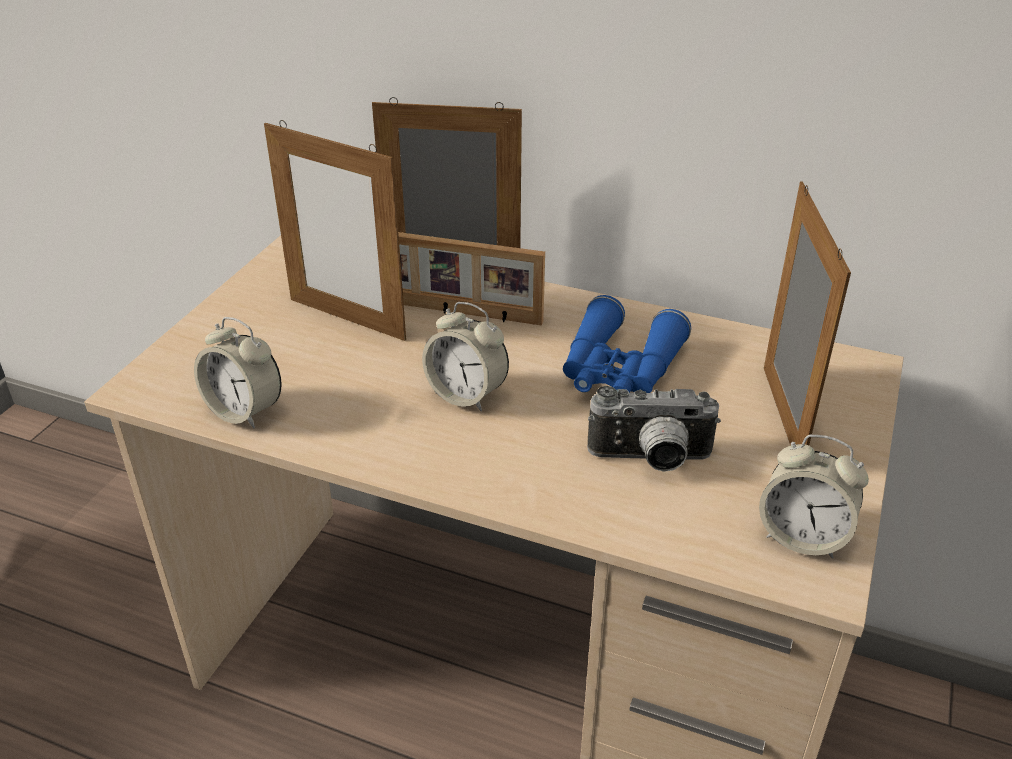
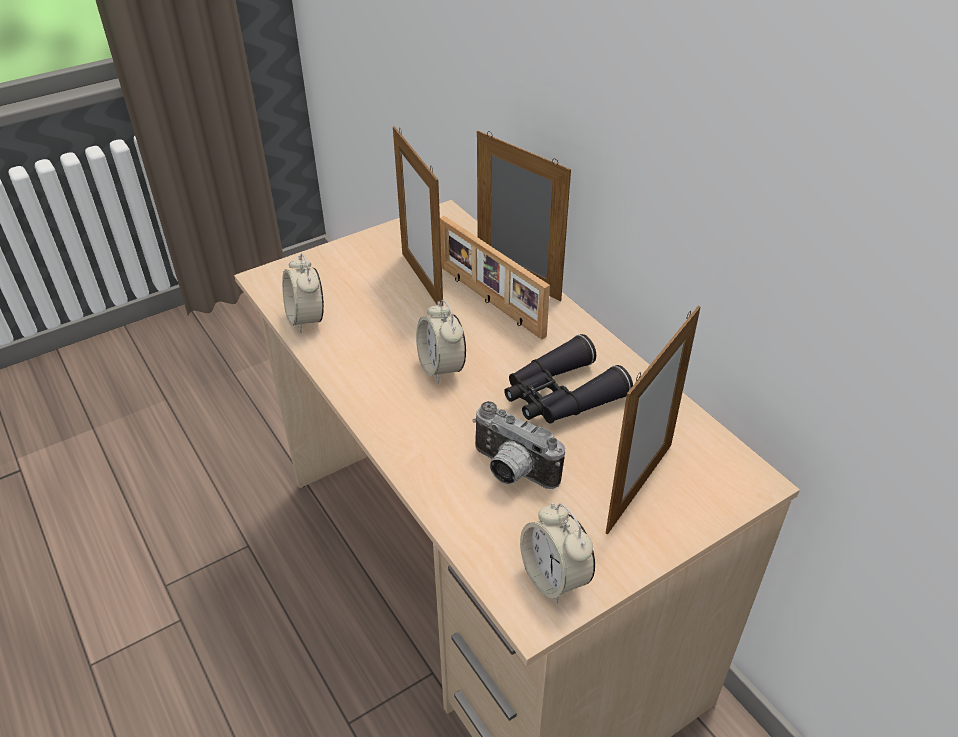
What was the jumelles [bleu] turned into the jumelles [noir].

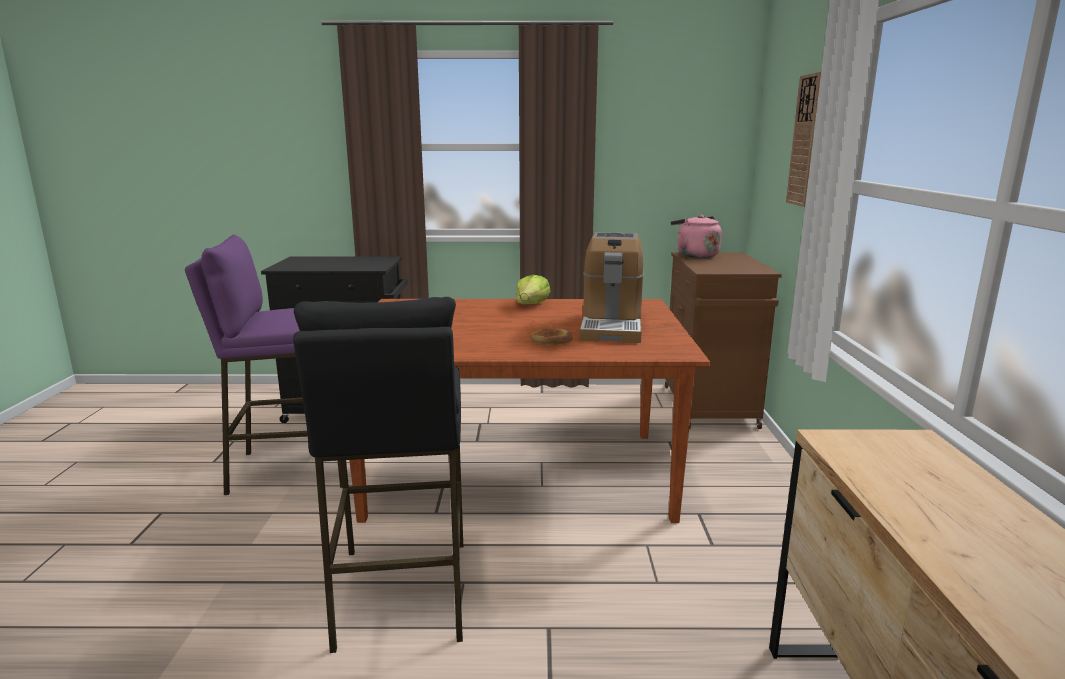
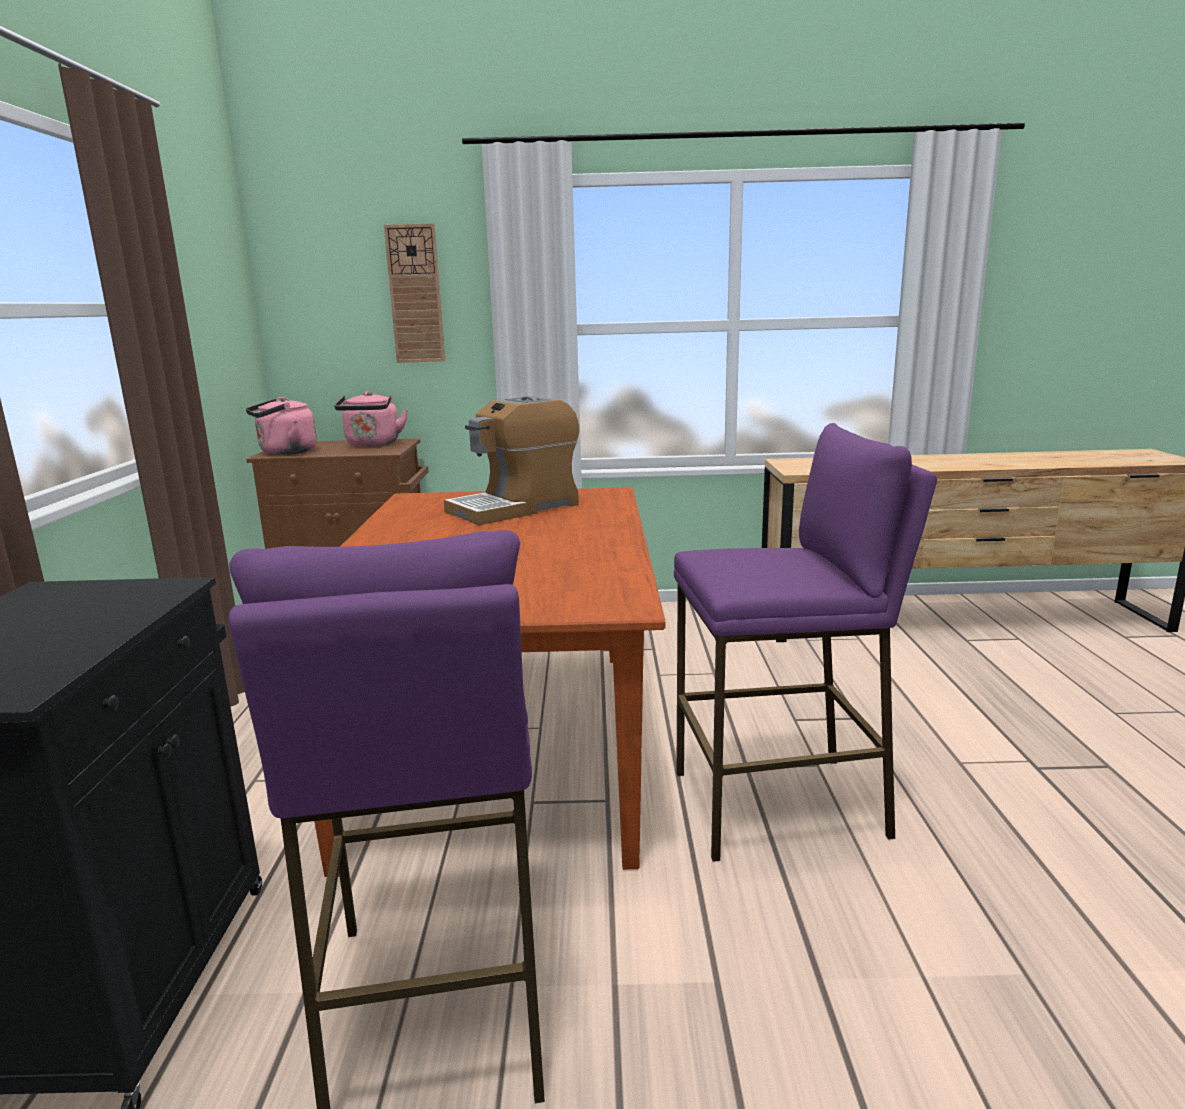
The machine à café ended up facing another way, 135 degrees clockwise from before.
The second view lost the laitue.
What was the tabouret [noir] turned into the tabouret [violet] (no. 2 from left).
The second view lost the pain.
The second view gained the bouilloire [rose] (no. 2 from left).

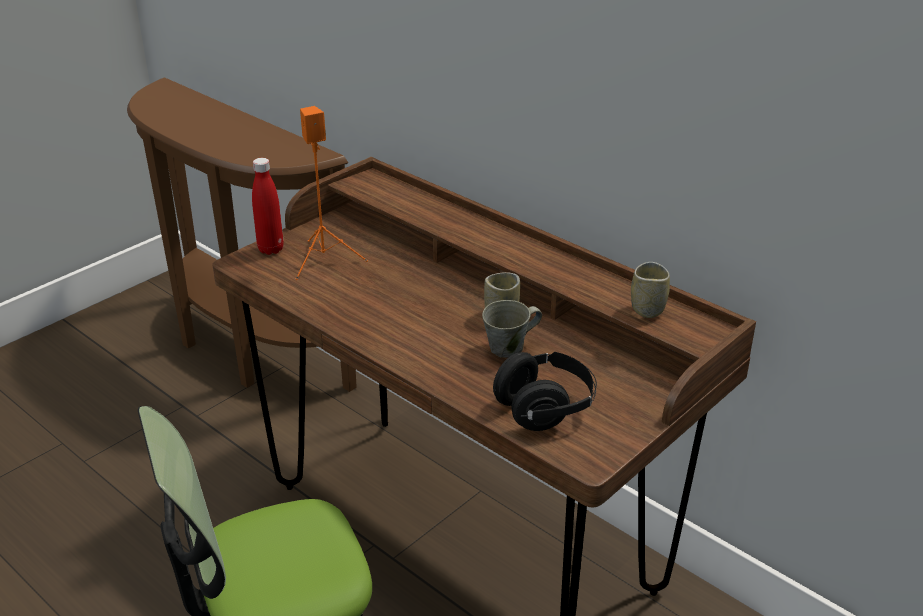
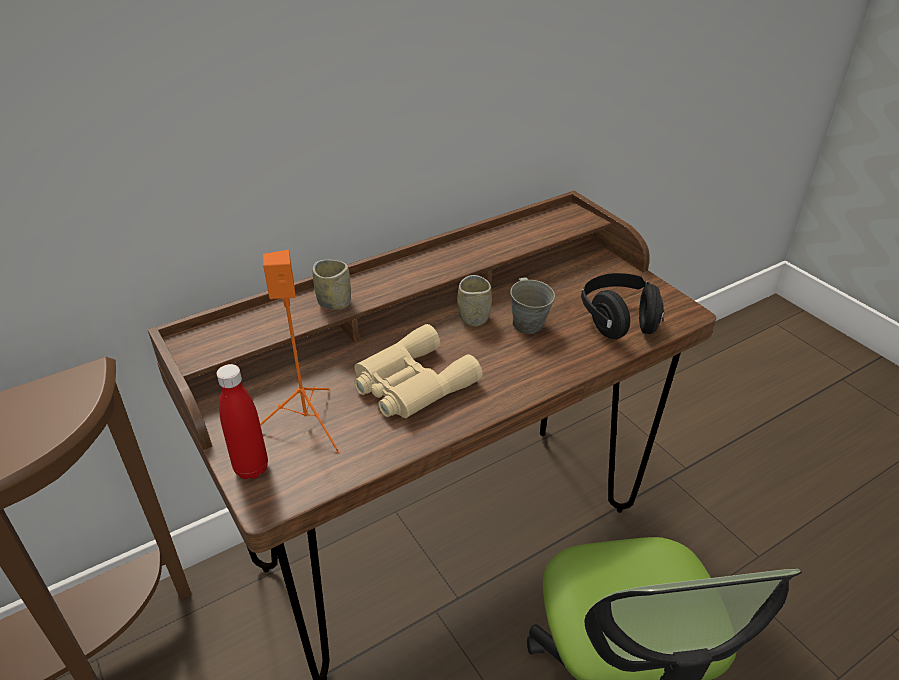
The tasse (no. 2 from left in the first image) ended up elsewhere.
The second view gained the jumelles [beige].

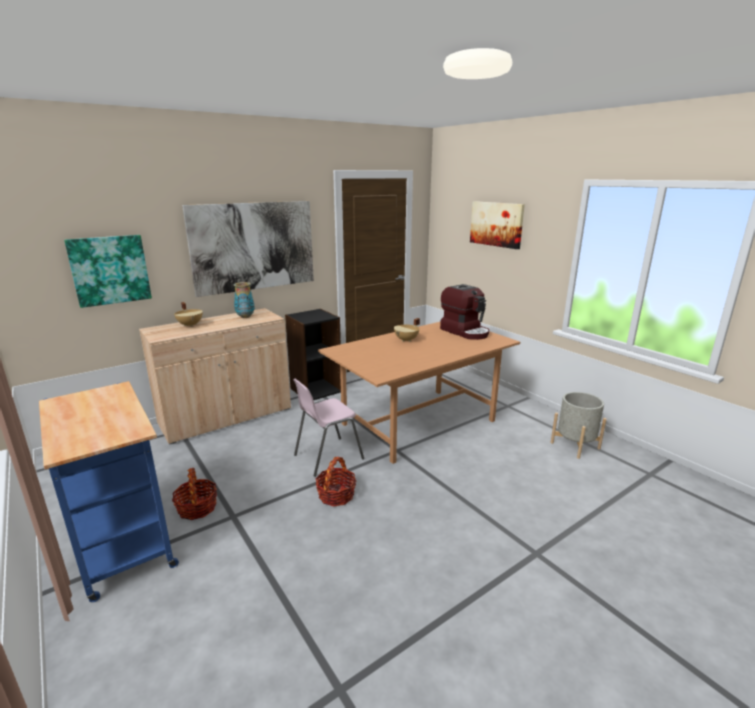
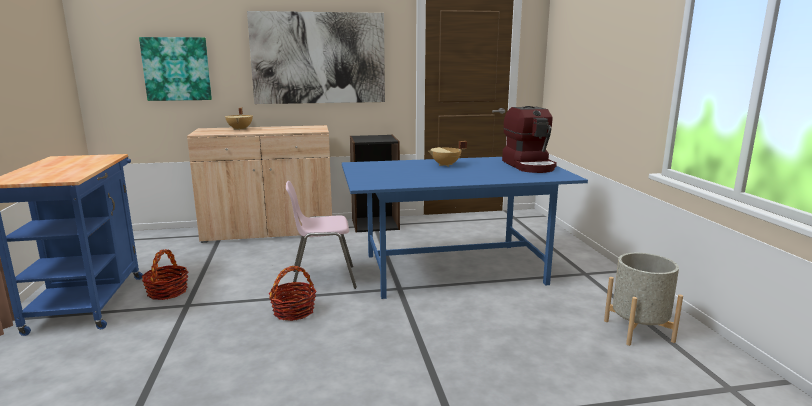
The second view lost the tableau (no. 3 from left).
The second view lost the vase.
What was the table à manger [marron] turned into the table à manger [bleu].

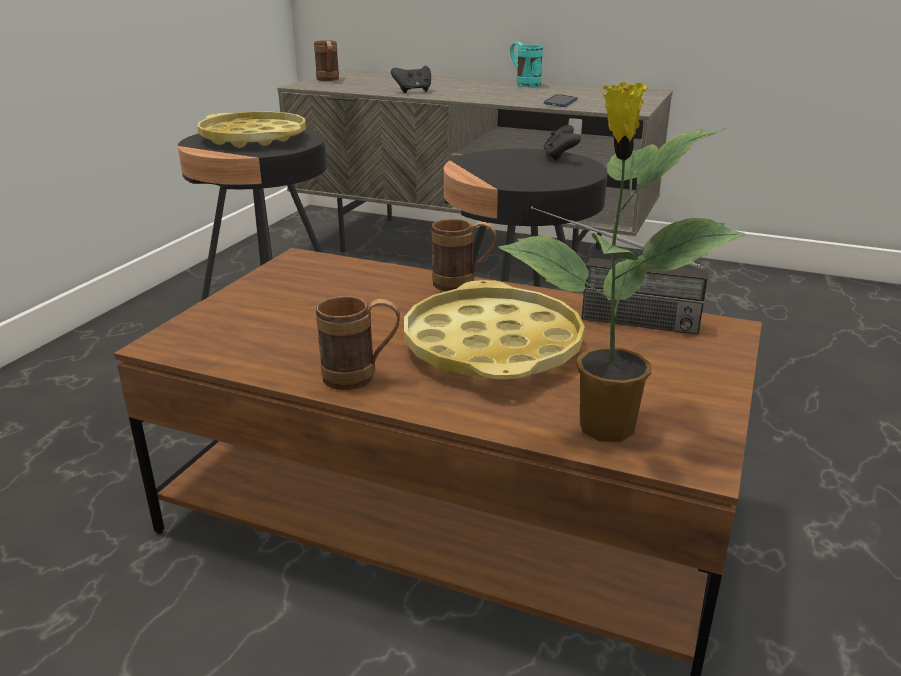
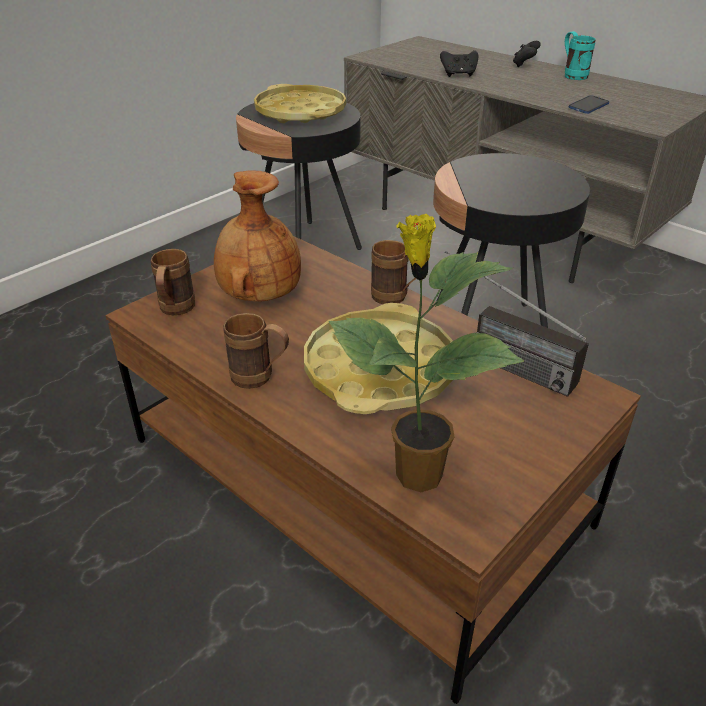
The mug [marron] (no. 1 from left) ended up elsewhere.
The manette [noir] (no. 2 from left) ended up elsewhere.
The second view gained the vase [marron].

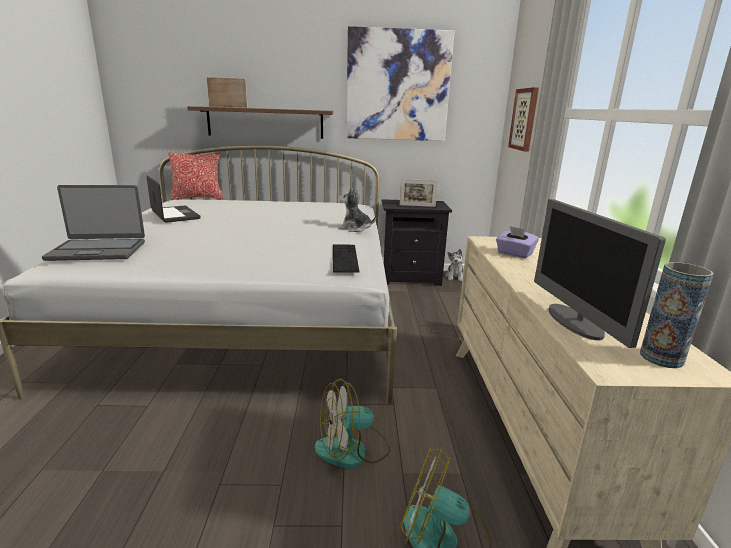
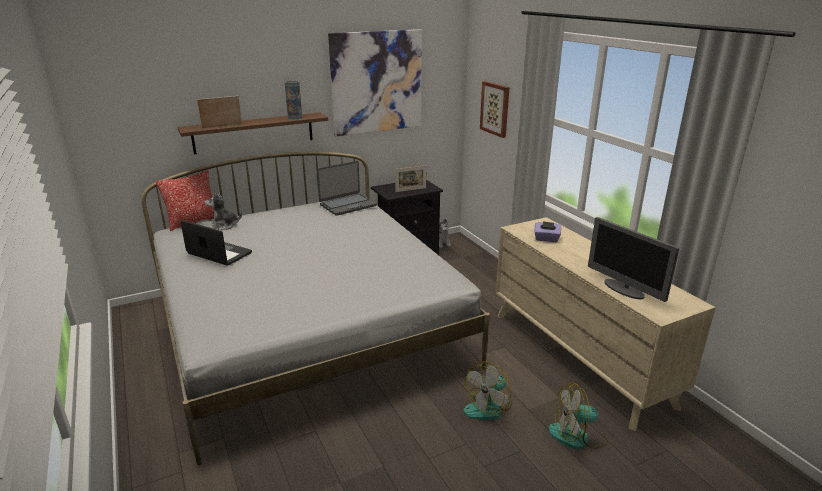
The ordinateur portable (no. 1 from left in the first image) ended up elsewhere.
The peluche (no. 1 from left) ended up elsewhere.
The second view lost the clavier.
The vase ended up elsewhere.

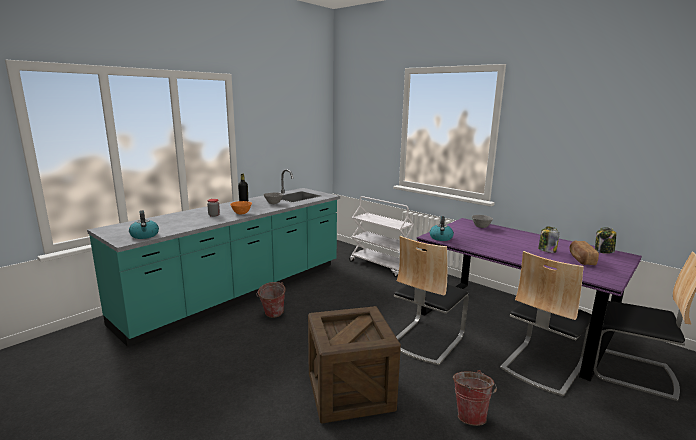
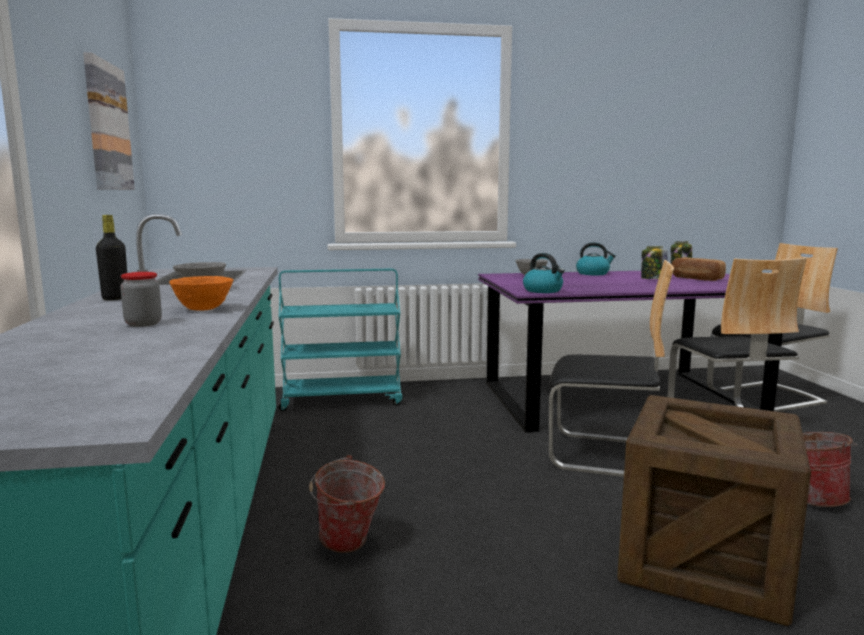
What was the chariot [blanc] turned into the chariot [turquoise].
The bouilloire (no. 1 from left in the first image) ended up elsewhere.
The chaise (no. 1 from left) ended up facing another way, 60 degrees counterclockwise from before.
The second view gained the tableau.

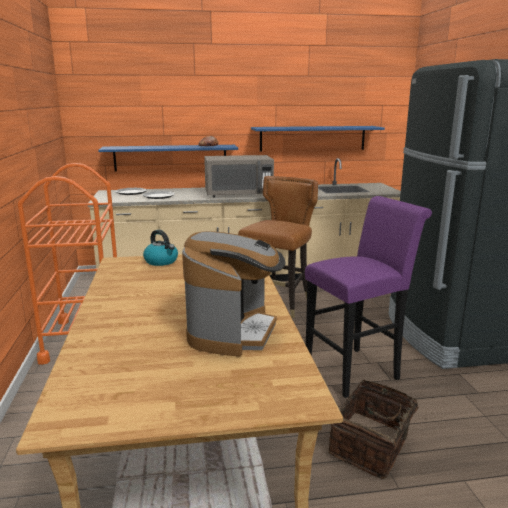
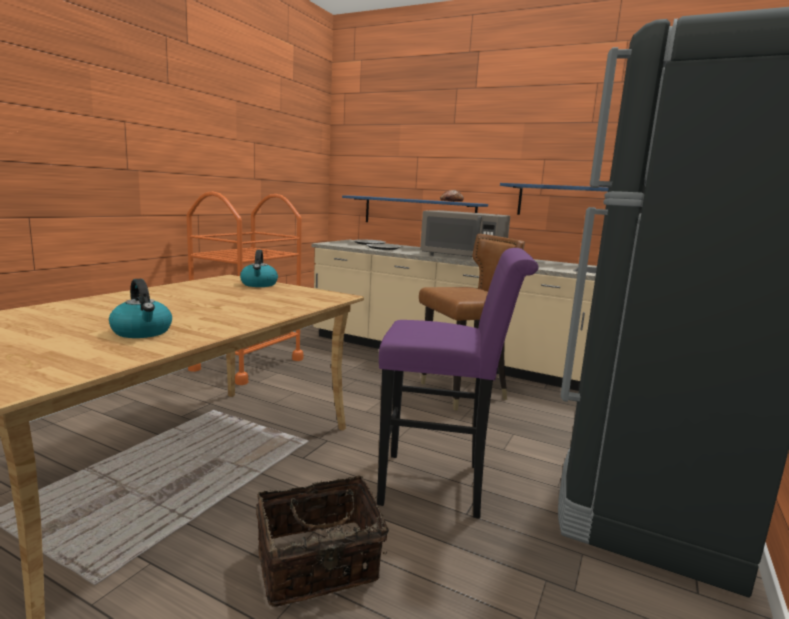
Where the machine à café stood, the bouilloire (no. 1 from left) came to stand.

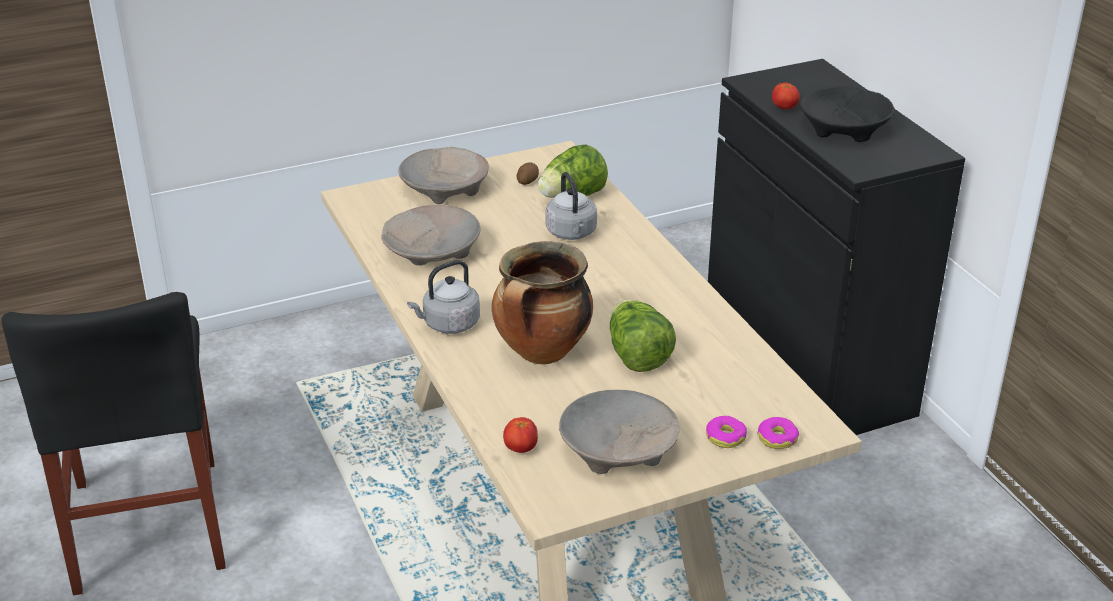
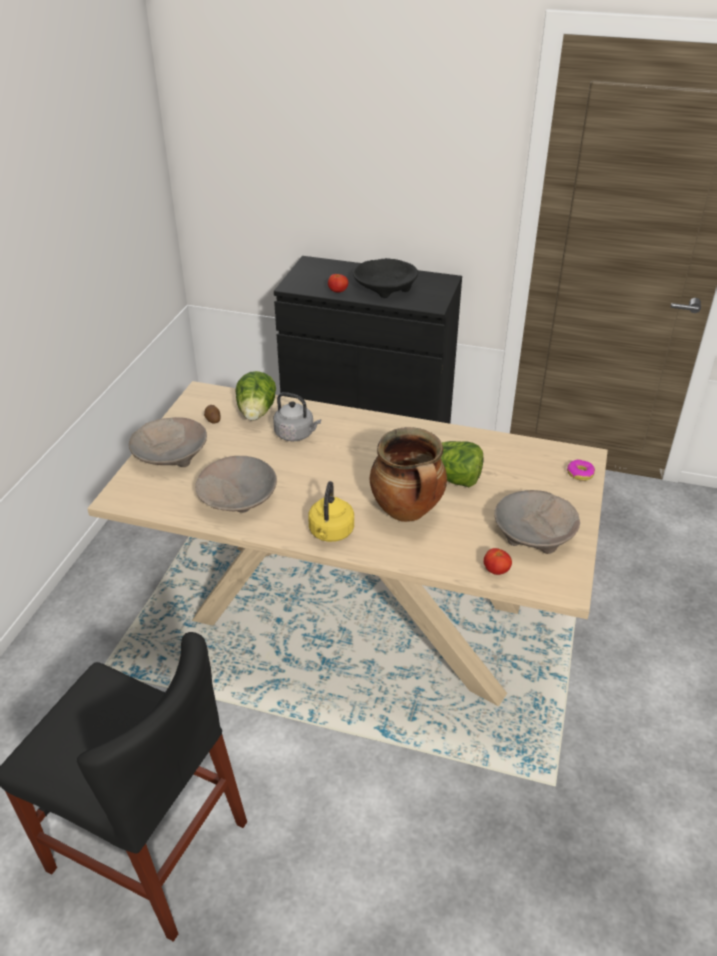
What was the bouilloire [gris] (no. 1 from left) turned into the bouilloire [jaune].
The second view lost the beignet (no. 1 from left).

